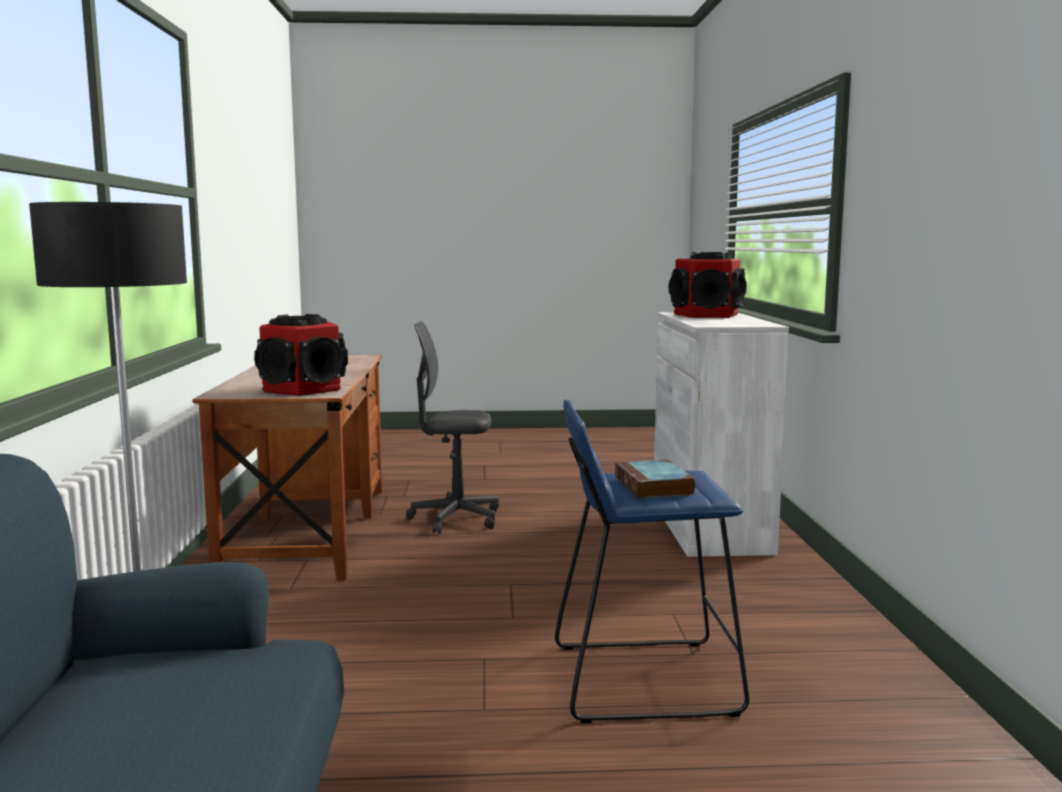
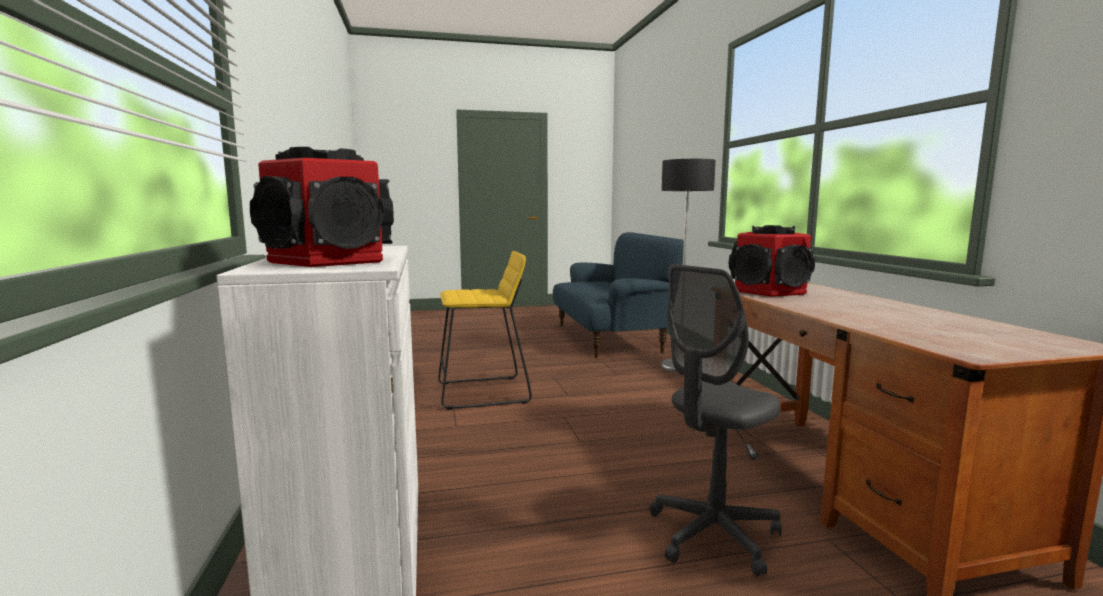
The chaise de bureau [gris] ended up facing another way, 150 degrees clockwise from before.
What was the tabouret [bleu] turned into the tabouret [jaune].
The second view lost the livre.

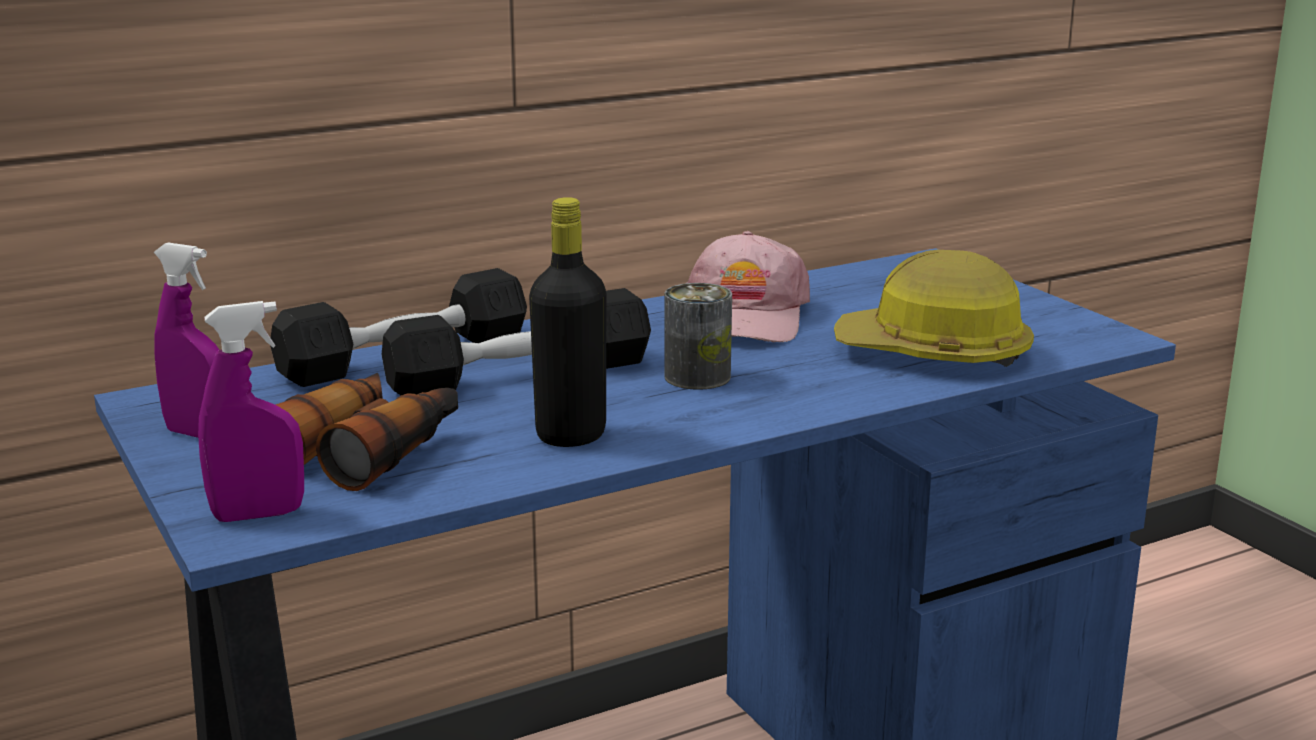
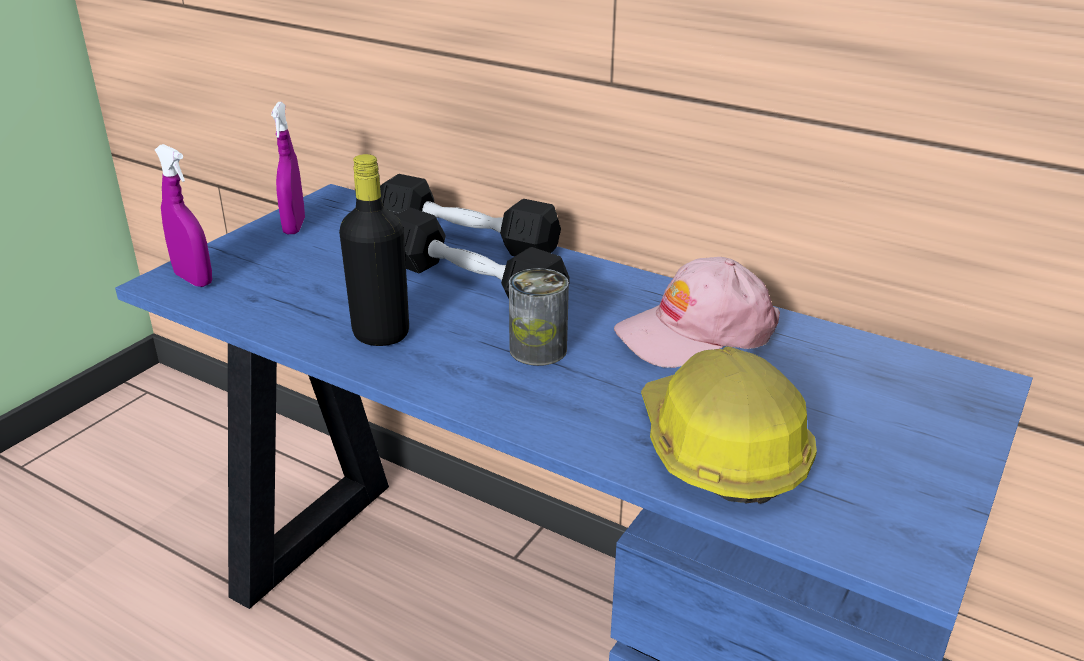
The second view lost the jumelles.

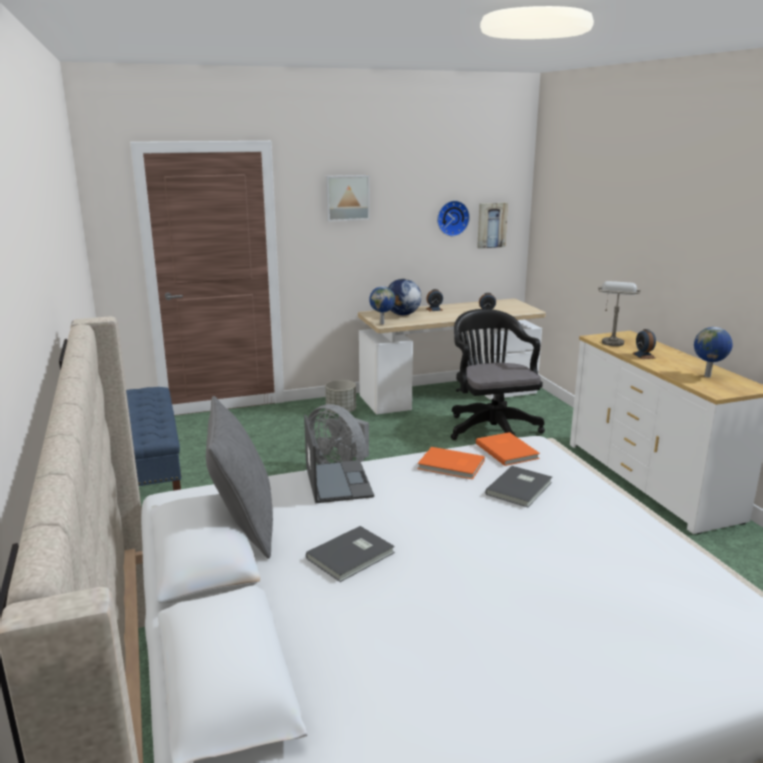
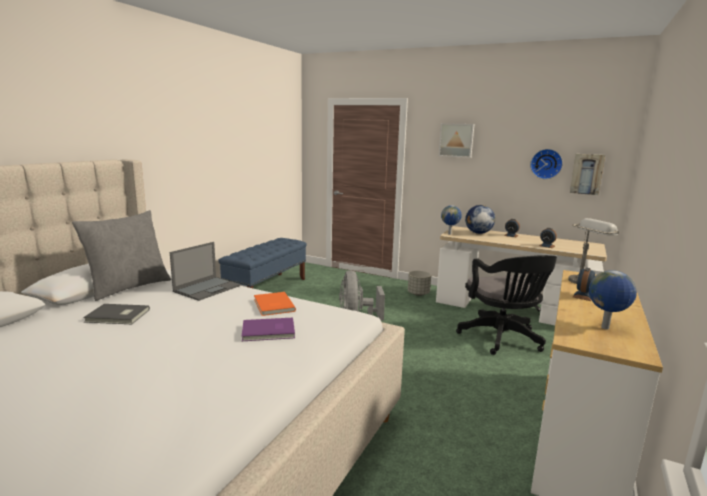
The chaise de bureau [noir] ended up facing another way, 135 degrees clockwise from before.
The second view lost the livre [orange] (no. 2 from left).
What was the livre [gris] (no. 2 from left) turned into the livre [violet].

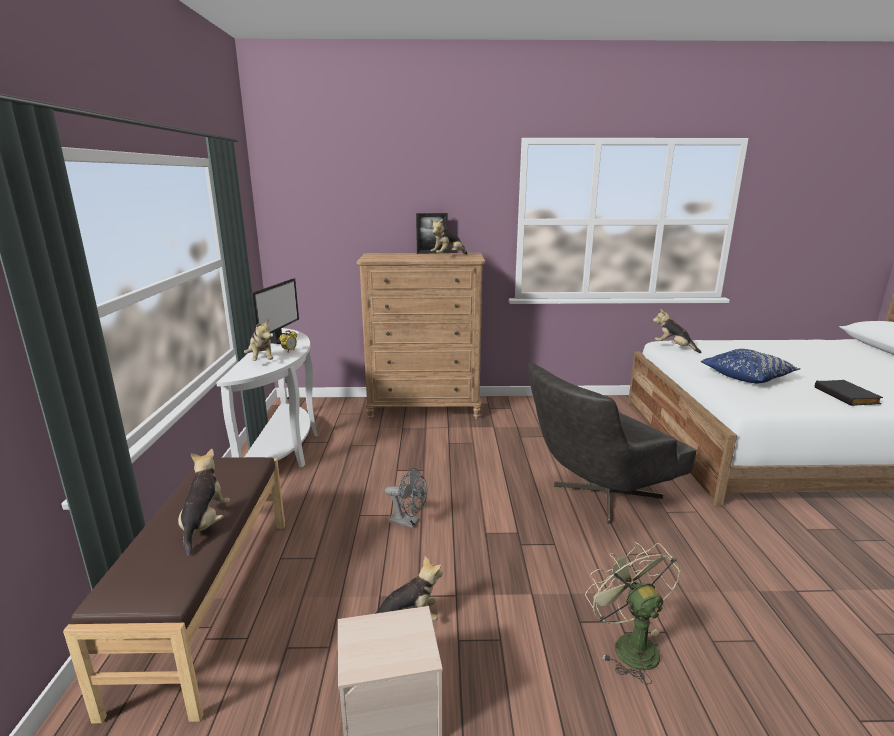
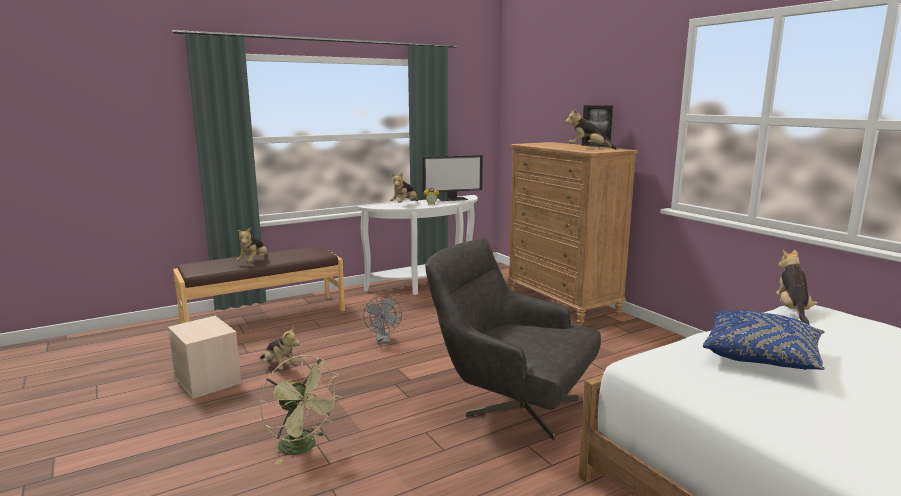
The second view lost the livre [noir].
The peluche (no. 1 from left) ended up facing another way, 135 degrees clockwise from before.
The ventilateur [vert] ended up facing another way, 90 degrees clockwise from before.

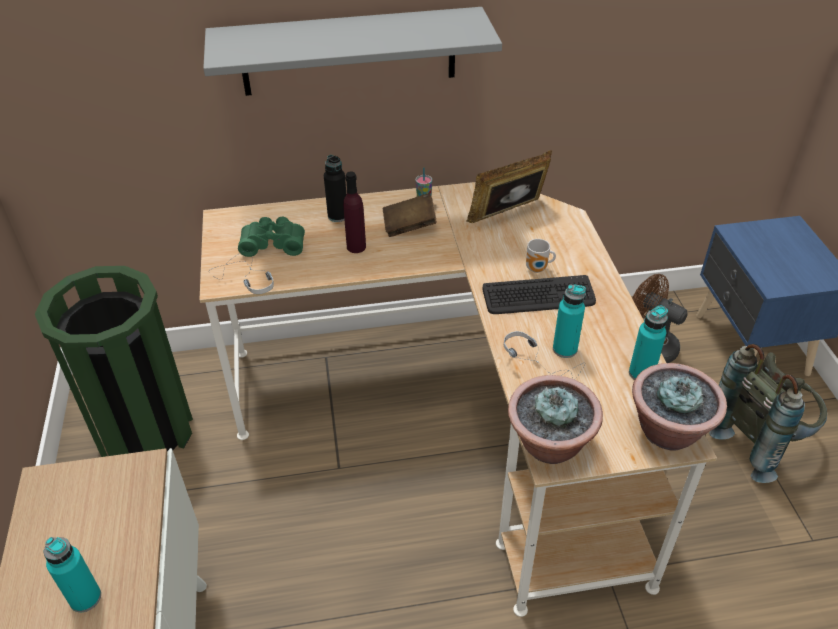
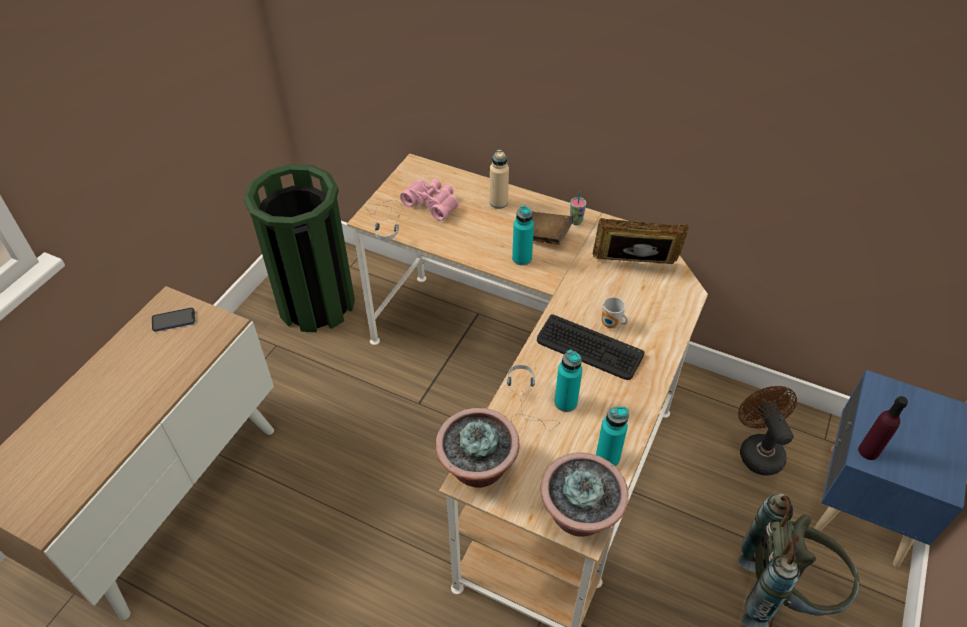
The second view lost the étagère [gris].
What was the bouteille [noir] turned into the bouteille [beige].
The bouteille [violet] ended up elsewhere.
What was the jumelles [vert] turned into the jumelles [rose].
The bouteille [turquoise] (no. 1 from left) ended up elsewhere.
The second view gained the téléphone.

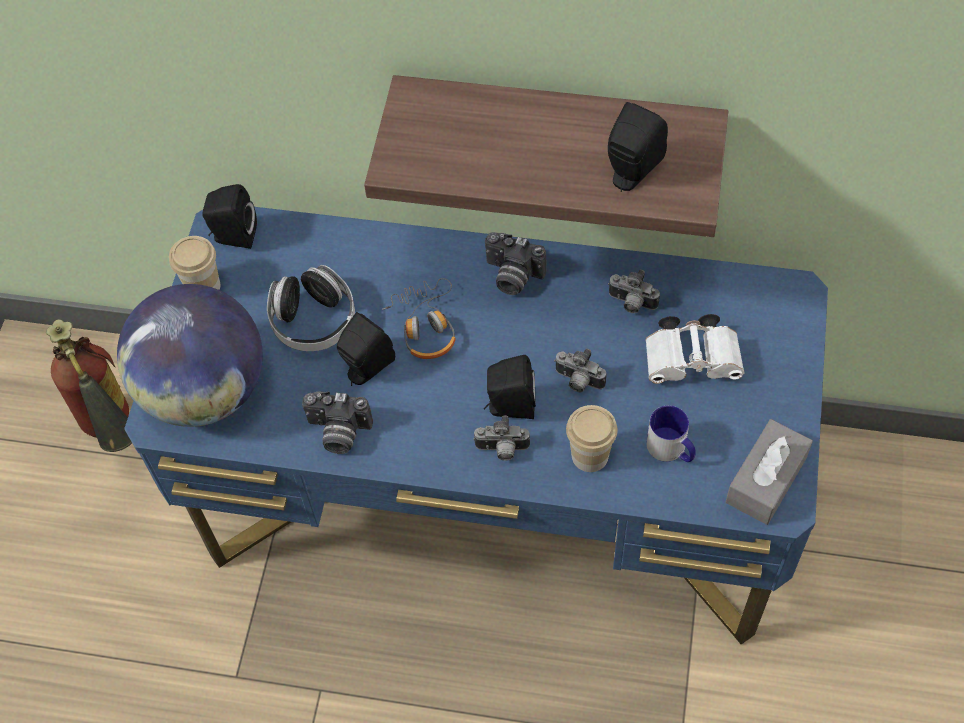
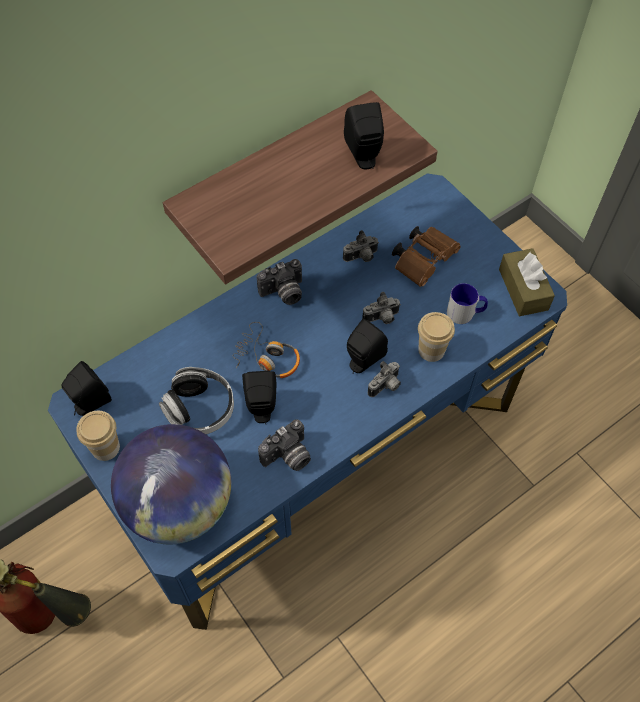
What was the jumelles [blanc] turned into the jumelles [marron].
What was the boîte à mouchoirs [gris] turned into the boîte à mouchoirs [marron].

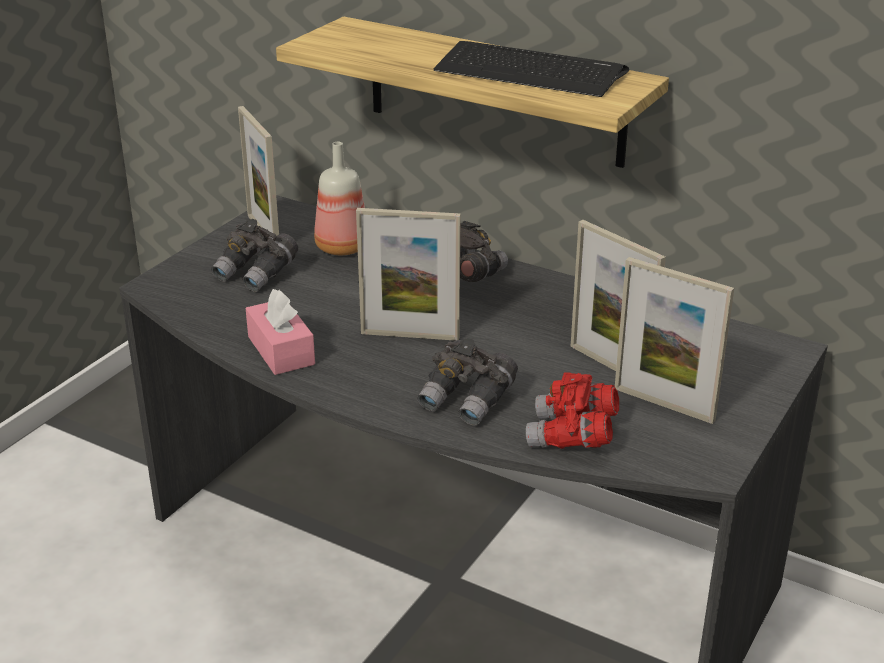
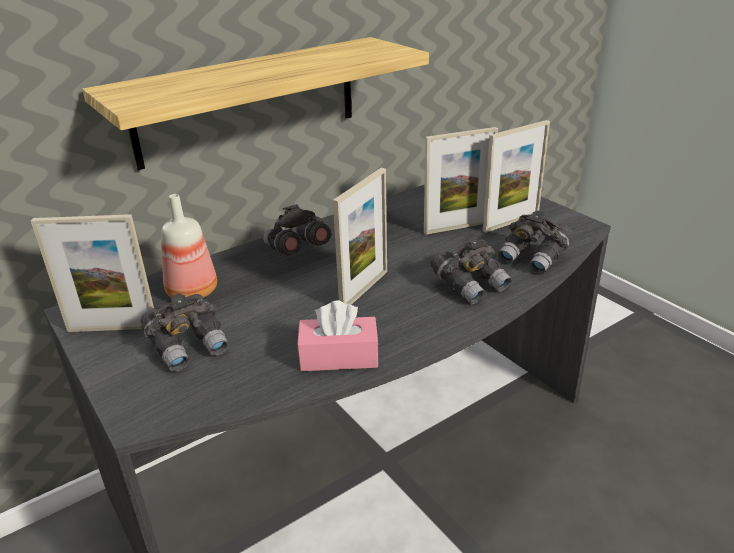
The second view lost the clavier.
What was the jumelles [rouge] turned into the jumelles [gris] (no. 4 from left).

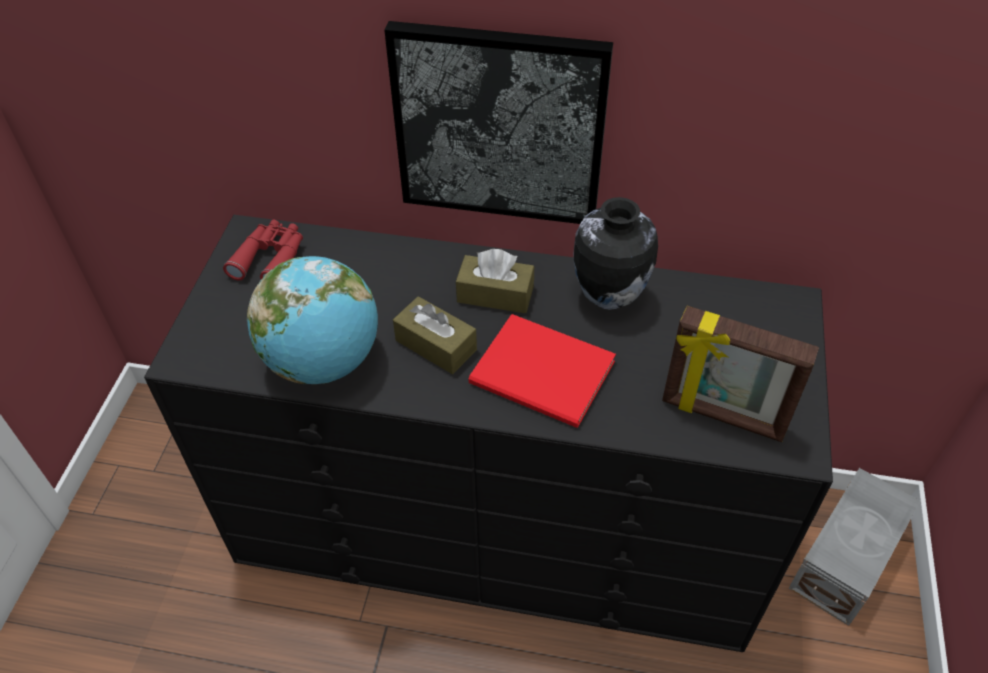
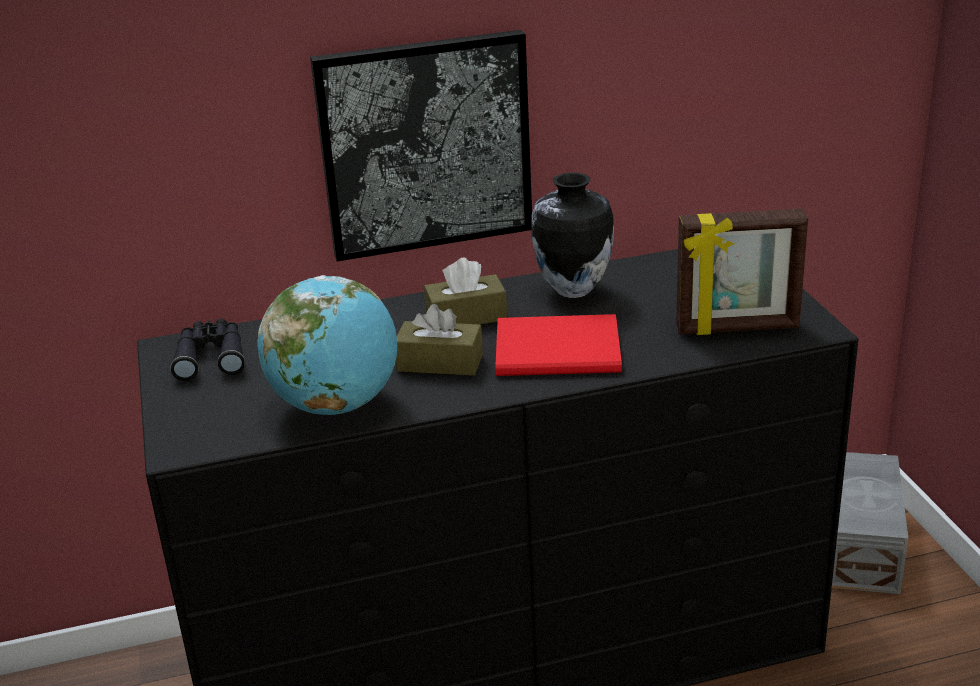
What was the jumelles [rouge] turned into the jumelles [noir].

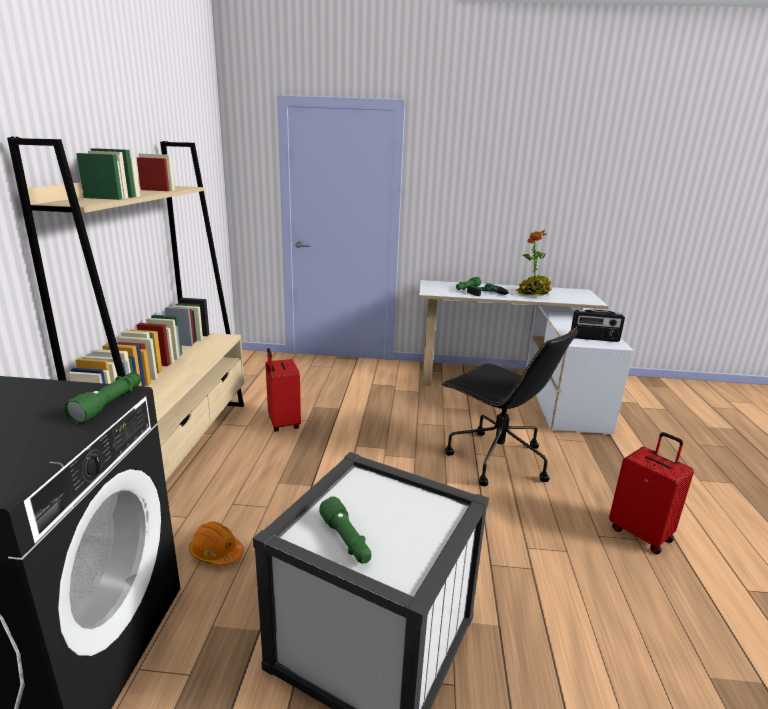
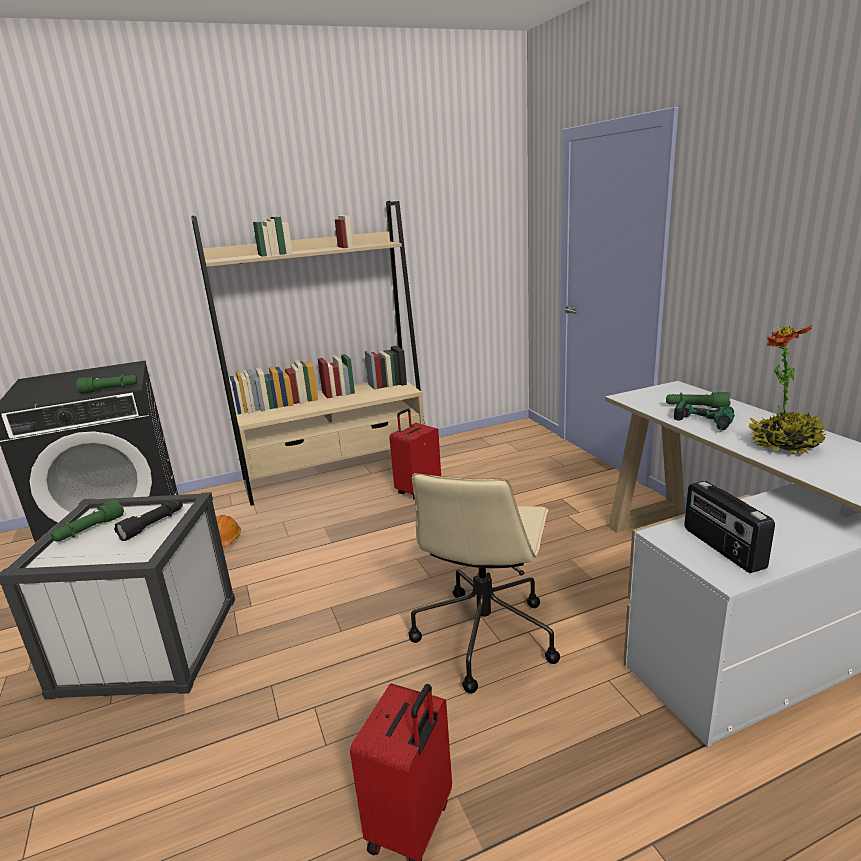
What was the chaise de bureau [noir] turned into the chaise de bureau [beige].
The second view gained the lampe de poche [noir].

